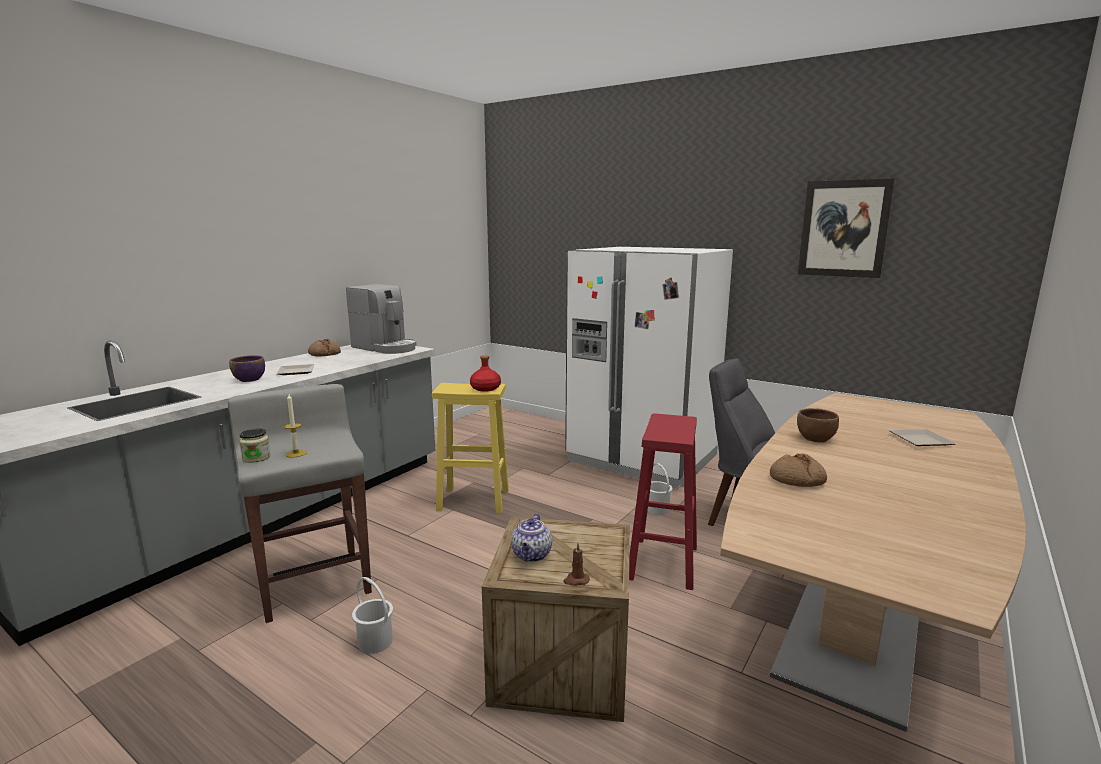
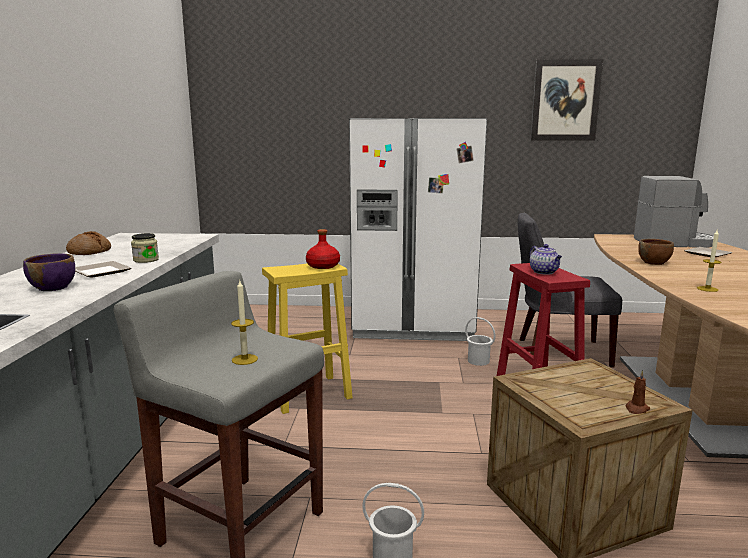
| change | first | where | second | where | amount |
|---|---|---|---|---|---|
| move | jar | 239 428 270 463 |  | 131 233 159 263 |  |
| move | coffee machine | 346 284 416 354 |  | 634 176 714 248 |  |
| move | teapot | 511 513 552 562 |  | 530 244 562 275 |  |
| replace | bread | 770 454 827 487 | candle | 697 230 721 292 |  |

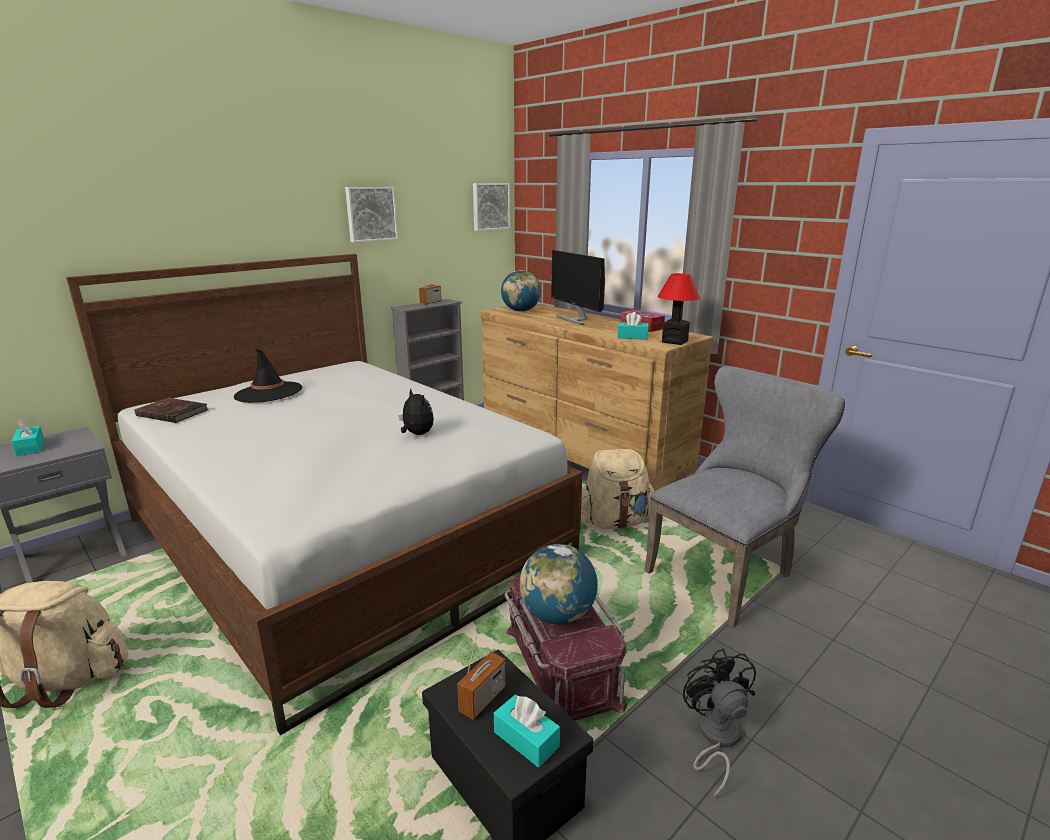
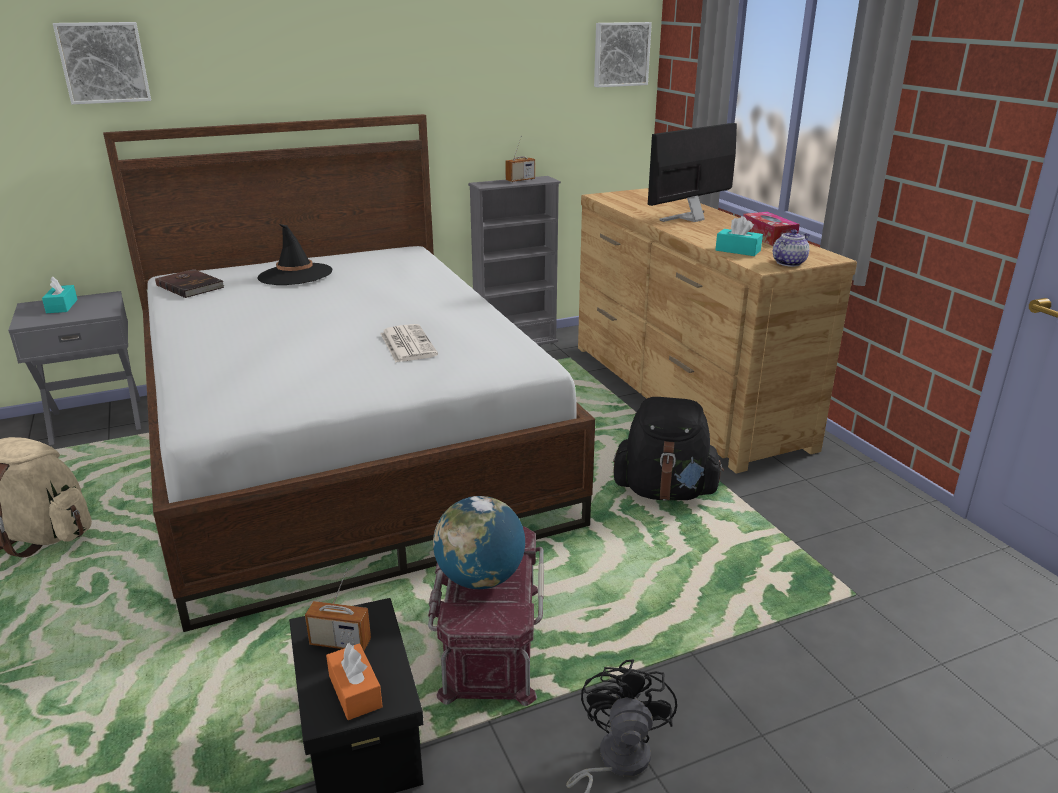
| change | first | where | second | where | amount |
|---|---|---|---|---|---|
| move | picture | 345 187 398 243 |  | 53 22 151 104 |  |
| replace | plush toy | 399 388 434 435 | newspaper | 380 324 438 363 |  |
| rotate | radio | 457 628 506 720 |  | 305 568 371 651 | 45 degrees clockwise |
| recolor | turquoise tissue box | 494 694 560 768 | orange tissue box | 326 643 383 720 |  |
| delete | globe | 501 270 541 312 |  |  |  |
| rotate | monitor | 551 250 605 325 |  | 648 123 737 222 | 60 degrees clockwise |
| recolor | beige backpack | 581 449 654 529 | black backpack | 613 397 724 501 |  |
| delete | grey chair | 644 366 845 627 |  |  |  |
| replace | table lamp | 658 273 700 345 | teapot | 773 229 810 267 |  |

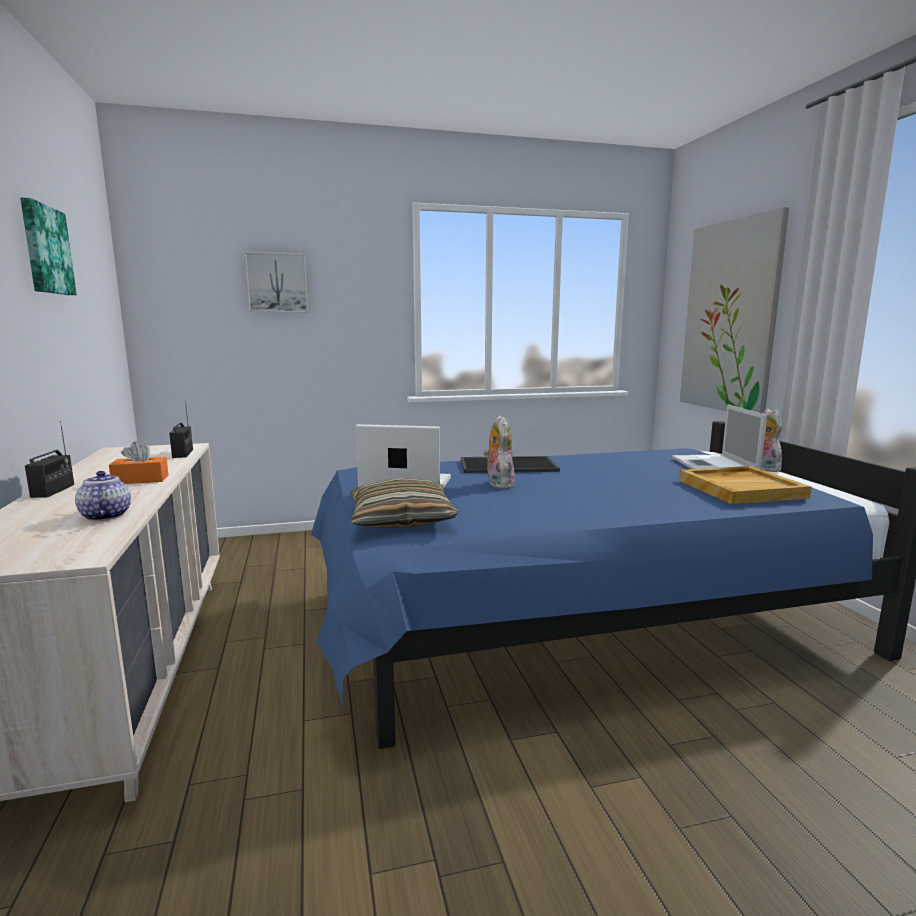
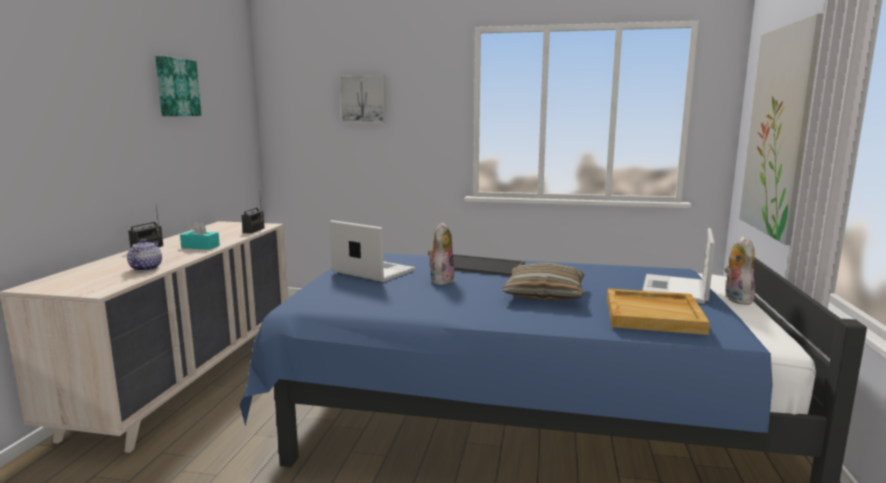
| change | first | where | second | where | amount |
|---|---|---|---|---|---|
| recolor | orange tissue box | 109 441 169 484 | turquoise tissue box | 180 220 220 250 |  |
| move | pillow | 350 478 458 528 |  | 502 263 584 301 |  |

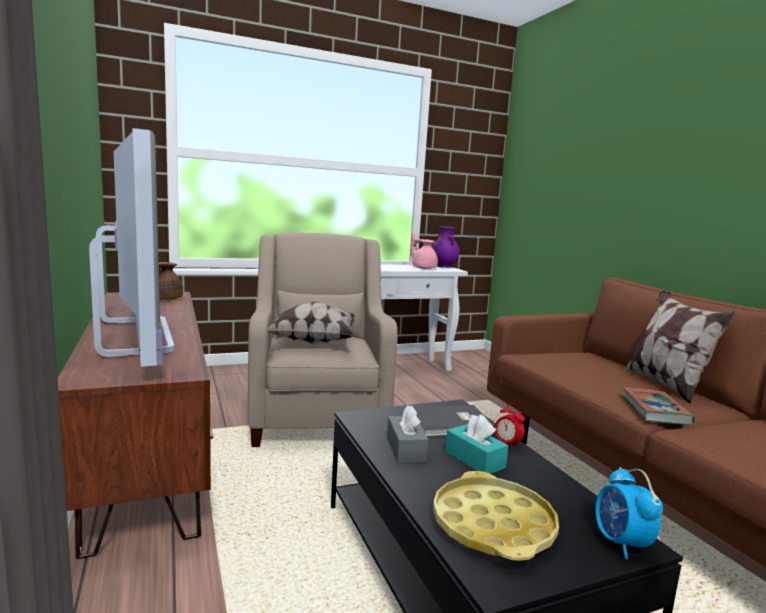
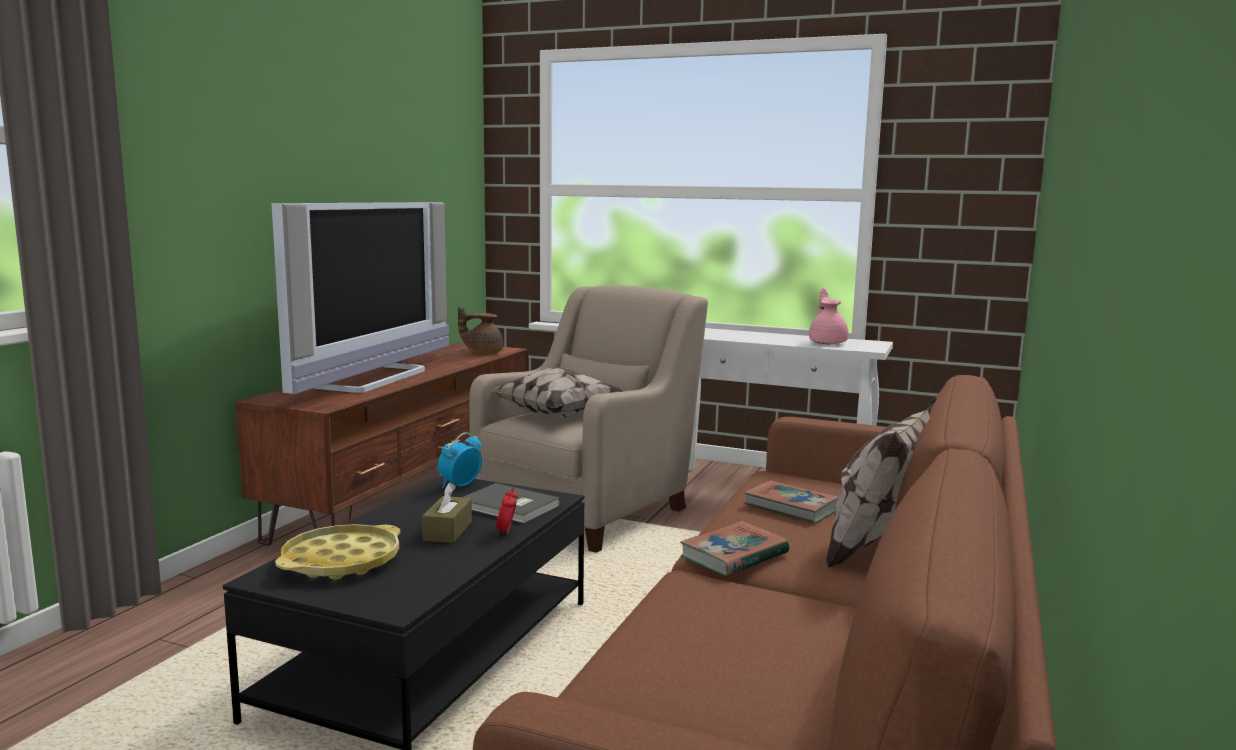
| change | first | where | second | where | amount |
|---|---|---|---|---|---|
| delete | grey tissue box | 387 405 429 463 |  |  |  |
| delete | purple vase | 432 226 460 268 |  |  |  |
| recolor | turquoise tissue box | 445 414 508 474 | brown tissue box | 422 483 472 543 |  |
| move | alarm clock | 595 467 663 559 |  | 438 432 482 488 |  |
| insert |  |  | book | 745 481 839 523 |  |

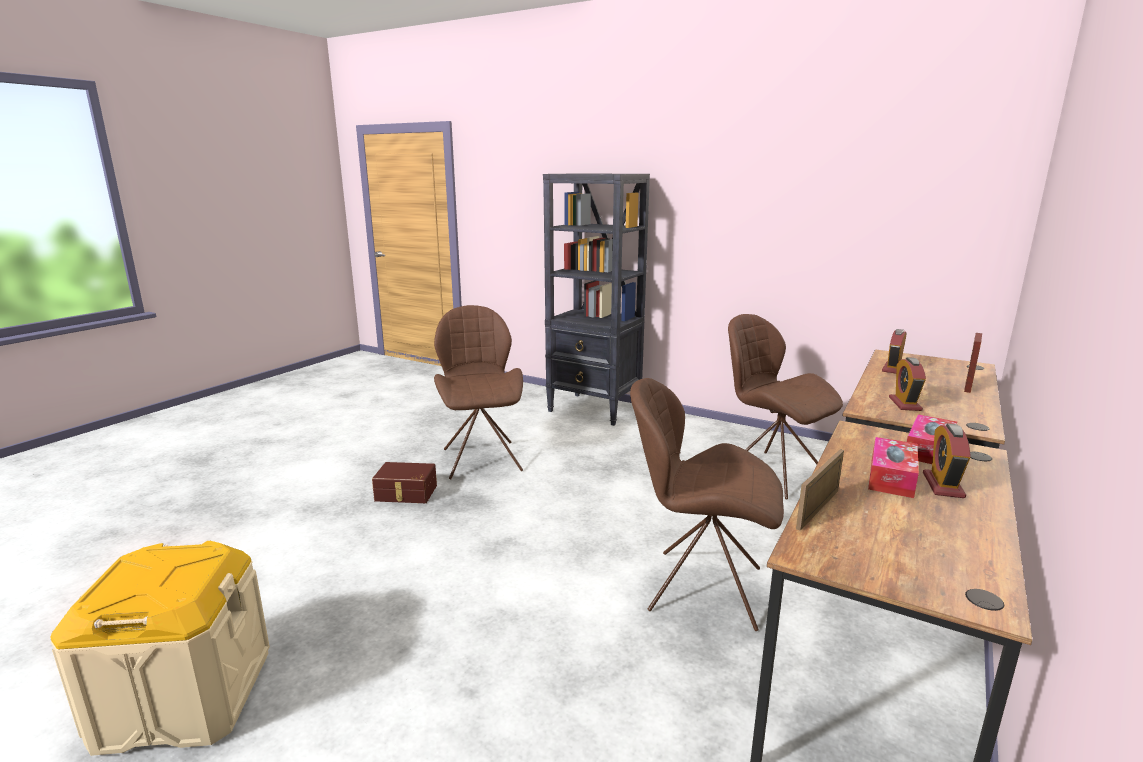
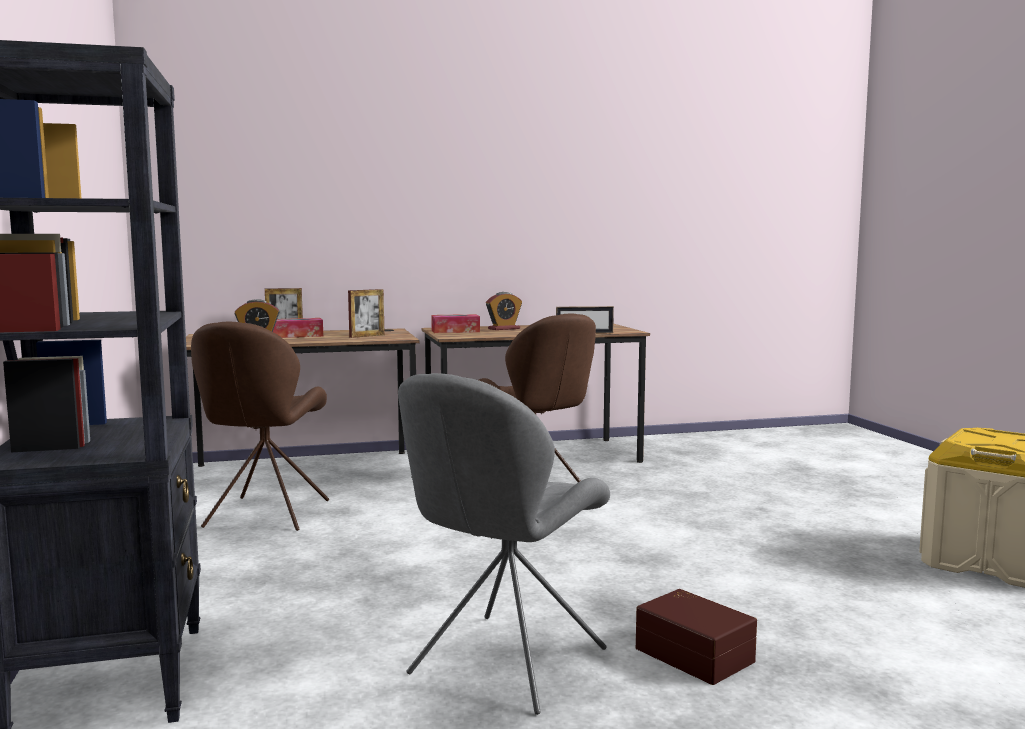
| change | first | where | second | where | amount |
|---|---|---|---|---|---|
| recolor | brown chair | 434 305 523 479 | grey chair | 398 373 610 715 |  |
| move | tissue box | 868 437 919 498 |  | 273 318 323 338 |  |
| replace | alarm clock | 889 357 926 411 | picture frame | 348 289 385 338 |  |

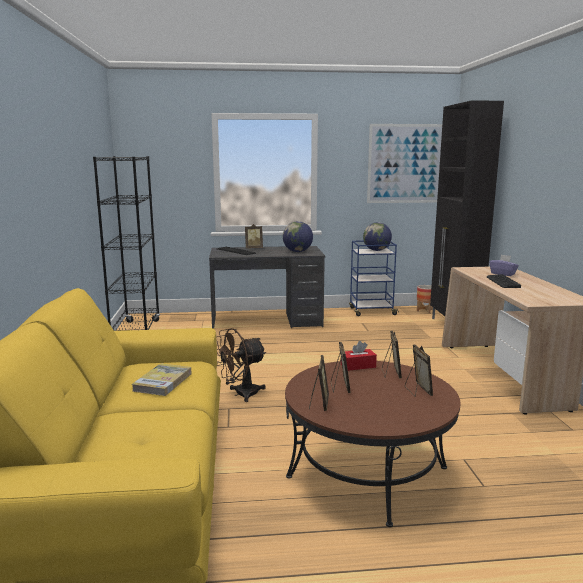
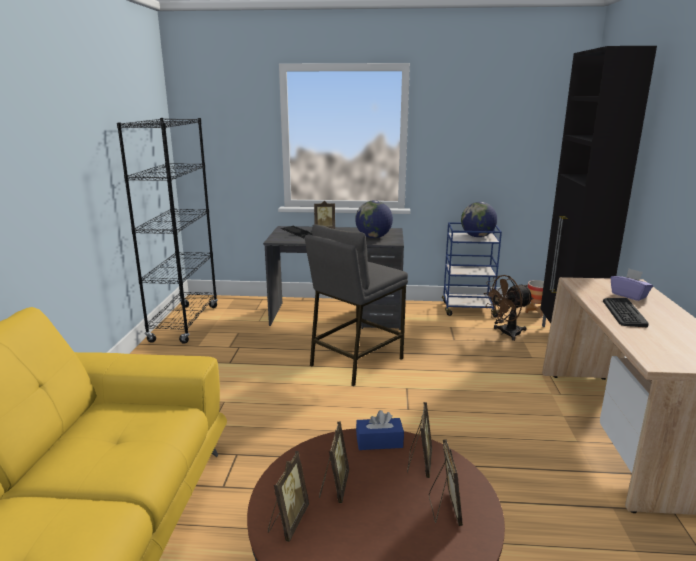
| change | first | where | second | where | amount |
|---|---|---|---|---|---|
| delete | book | 131 363 192 396 |  |  |  |
| move | brown fan | 216 328 266 402 |  | 483 275 534 341 |  |
| recolor | red tissue box | 341 341 377 371 | blue tissue box | 356 410 404 450 |  |
| delete | picture | 367 124 442 203 |  |  |  |
| insert |  |  | grey stool | 305 224 408 386 |  |

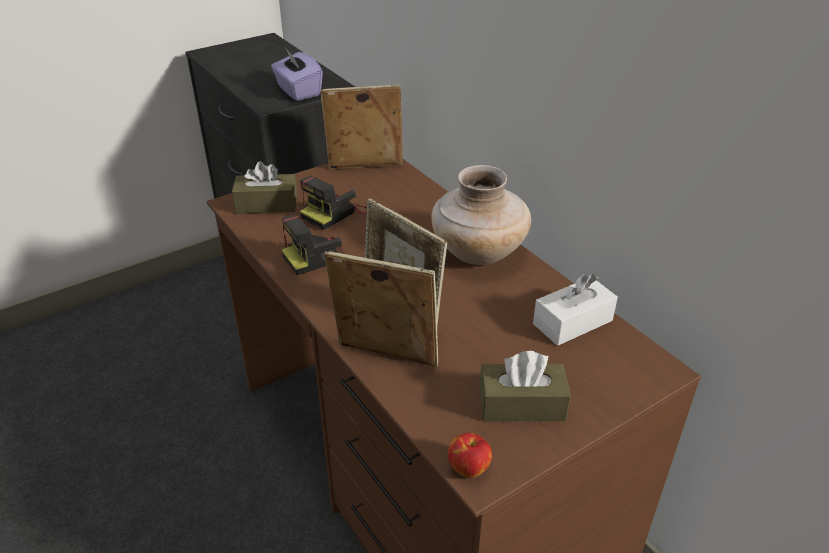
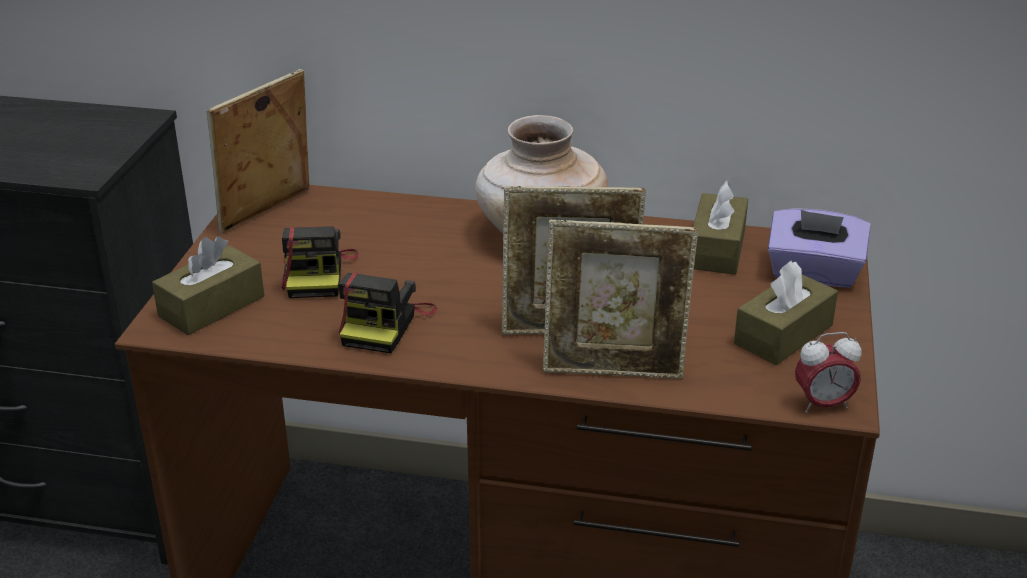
| change | first | where | second | where | amount |
|---|---|---|---|---|---|
| move | purple tissue box | 271 49 323 101 |  | 768 208 871 288 |  |
| rotate | picture frame | 324 251 438 367 |  | 543 219 698 379 | 150 degrees counterclockwise |
| replace | apple | 448 433 492 478 | alarm clock | 795 332 862 413 |  |
| recolor | white tissue box | 533 274 618 346 | brown tissue box | 693 181 748 275 |  |

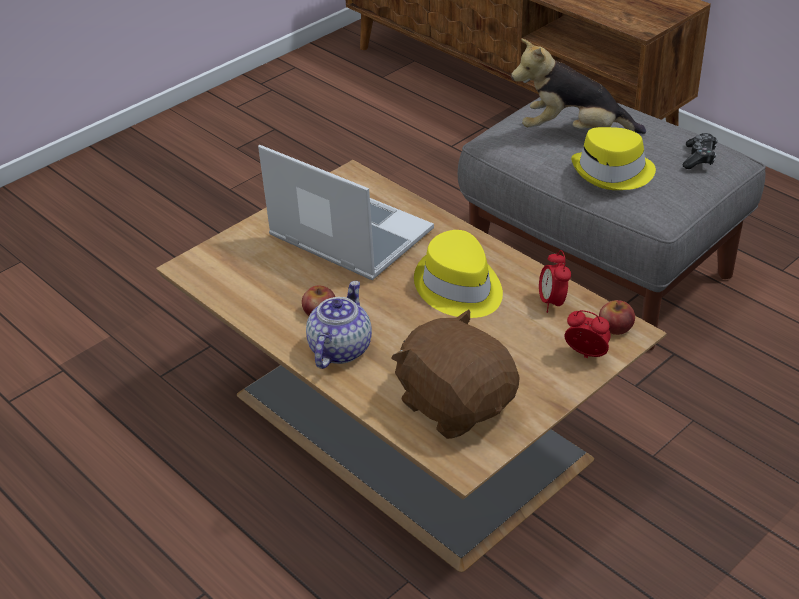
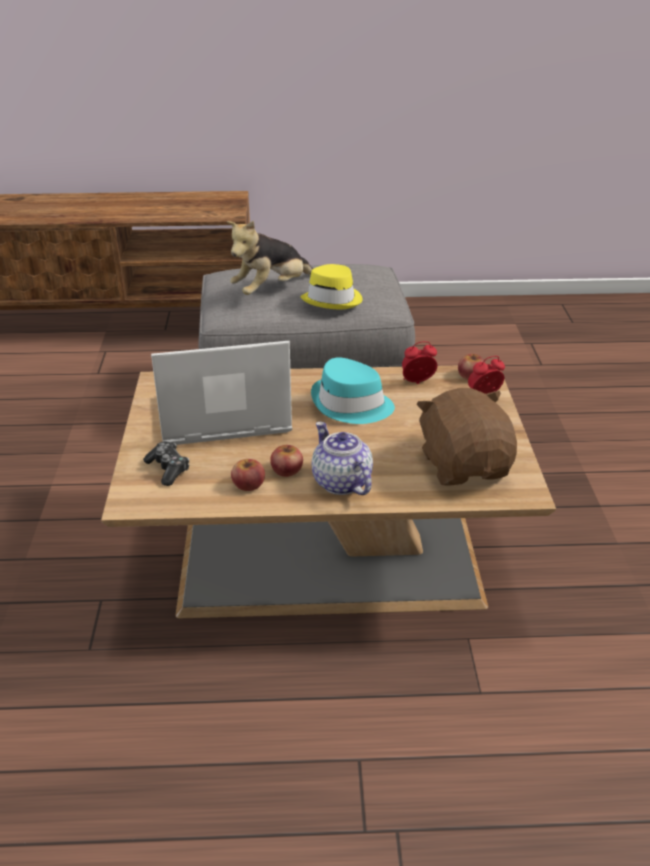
| change | first | where | second | where | amount |
|---|---|---|---|---|---|
| rotate | brown plush toy | 391 309 520 439 |  | 416 388 517 486 | 75 degrees clockwise |
| recolor | yellow hat | 414 230 503 318 | turquoise hat | 311 357 395 424 |  |
| rotate | alarm clock | 539 250 571 313 |  | 402 341 437 384 | 135 degrees clockwise |
| move | game controller | 683 133 718 169 |  | 143 441 189 486 |  |
| insert |  |  | apple | 231 459 265 491 |  |

